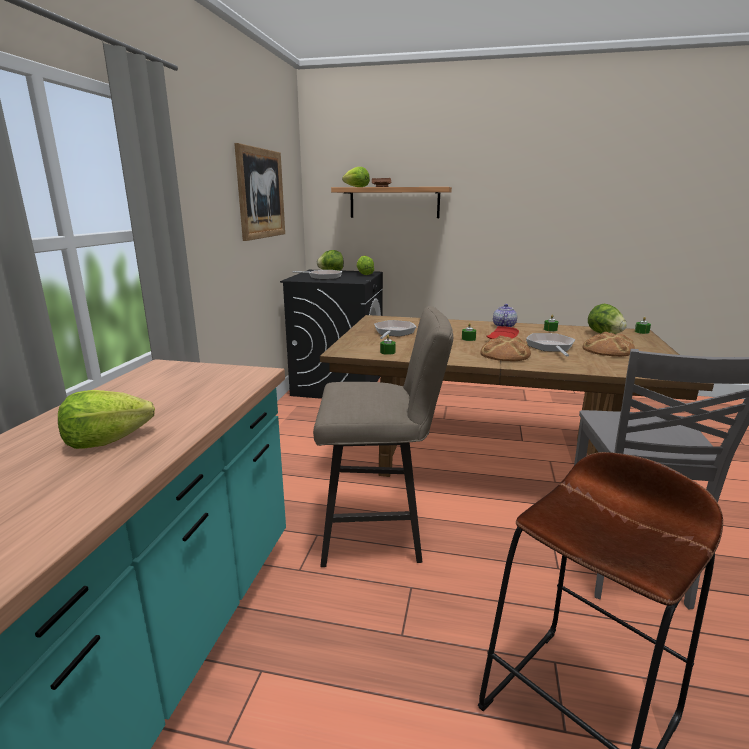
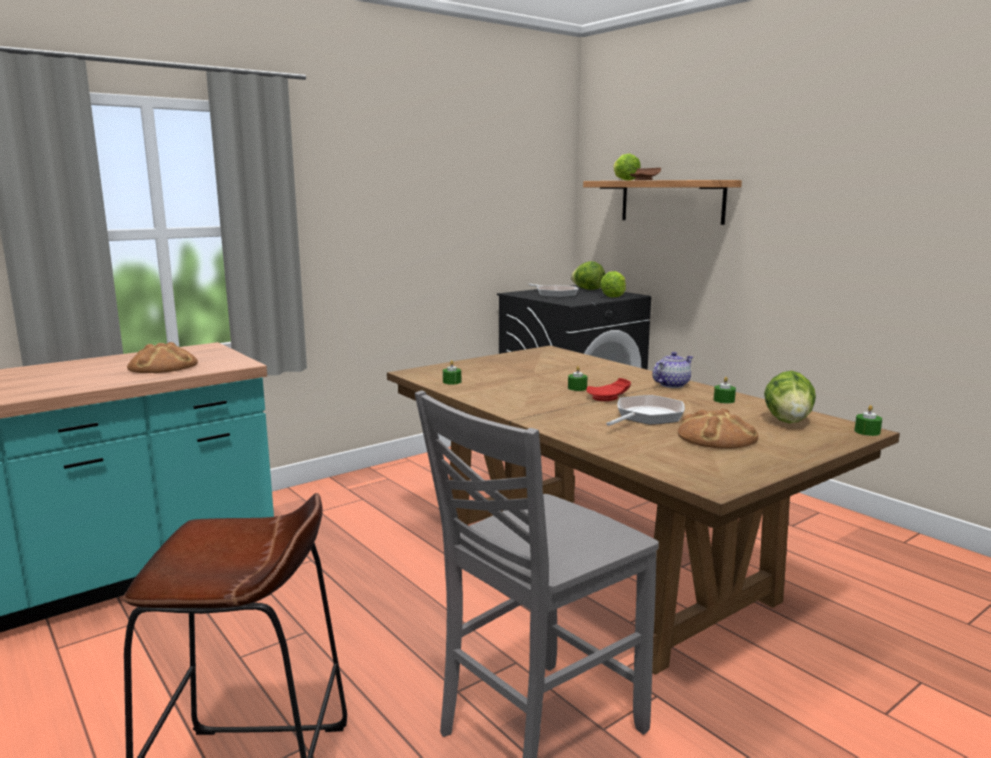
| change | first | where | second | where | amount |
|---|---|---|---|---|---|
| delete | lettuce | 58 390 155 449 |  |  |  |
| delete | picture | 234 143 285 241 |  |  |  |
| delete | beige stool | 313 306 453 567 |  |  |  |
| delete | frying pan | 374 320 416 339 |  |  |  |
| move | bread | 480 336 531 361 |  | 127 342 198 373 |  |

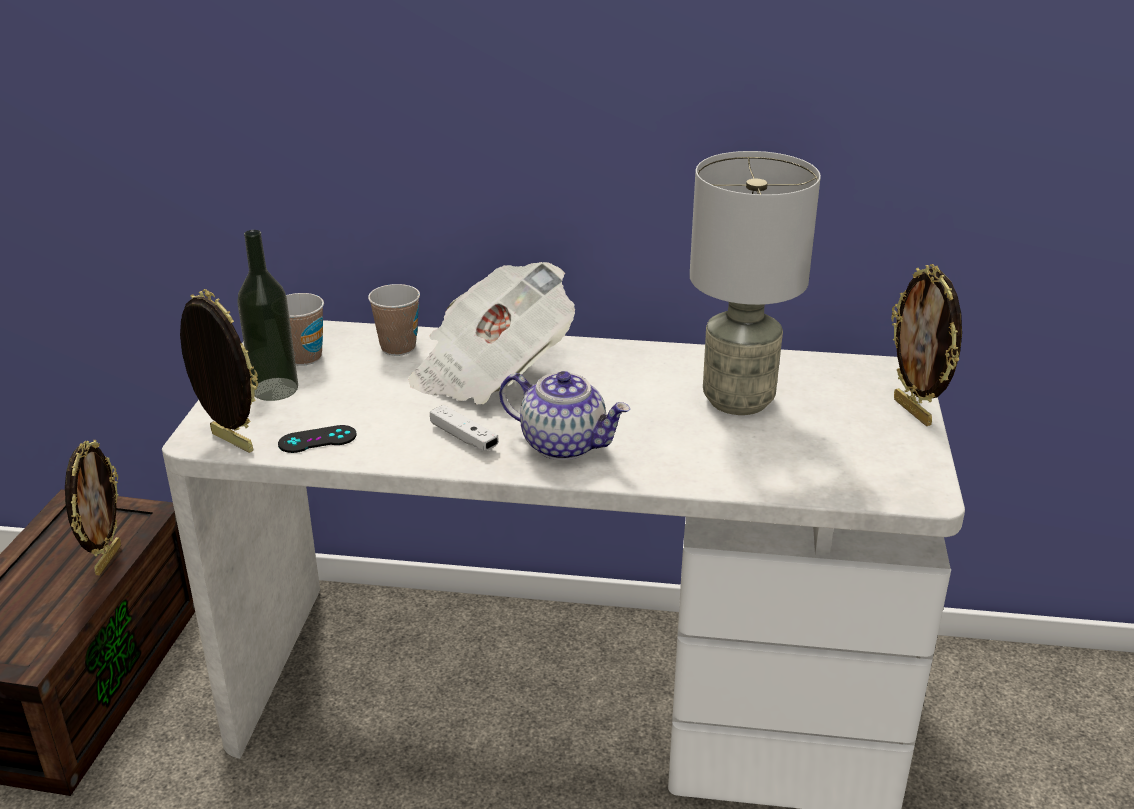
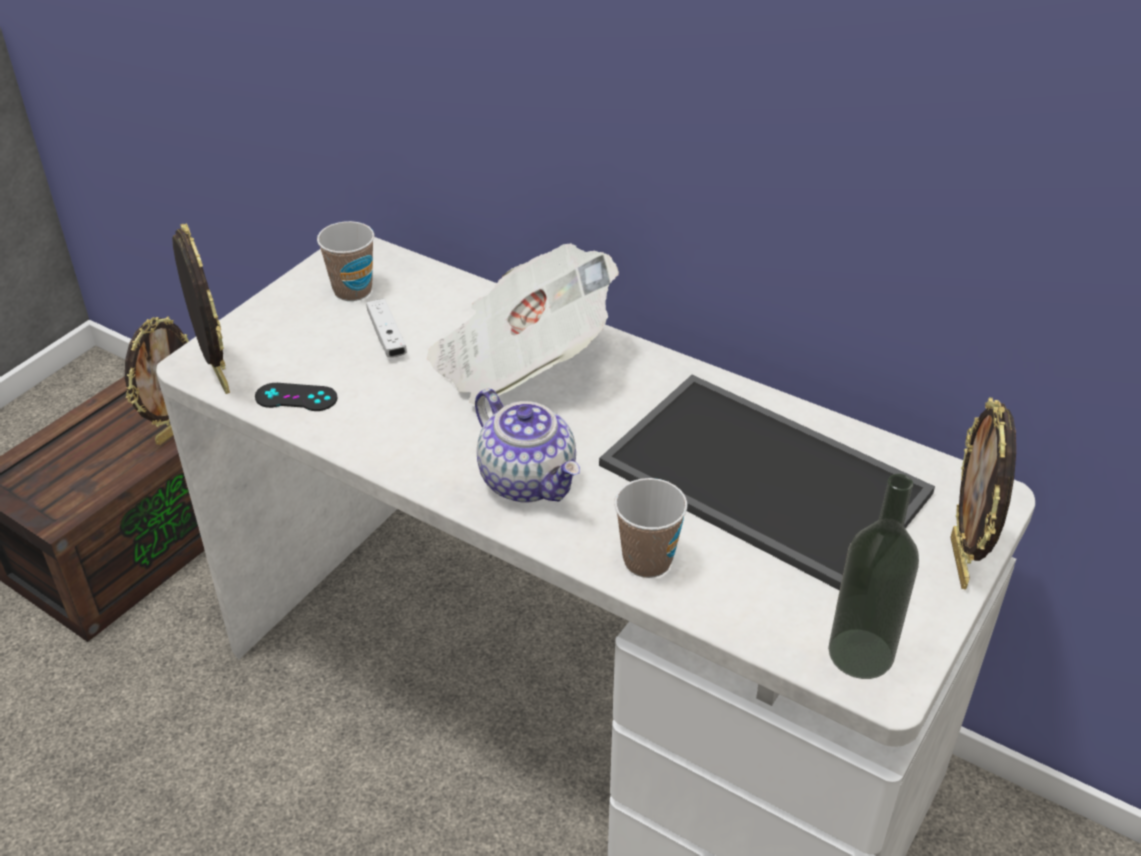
| change | first | where | second | where | amount |
|---|---|---|---|---|---|
| move | bottle | 237 230 298 401 |  | 828 474 919 679 |  |
| move | cup | 368 284 420 356 |  | 614 478 688 578 |  |
| move | white game controller | 430 405 499 451 |  | 366 299 407 358 |  |
| replace | grey table lamp | 690 151 821 415 | tray | 599 375 935 591 |  |

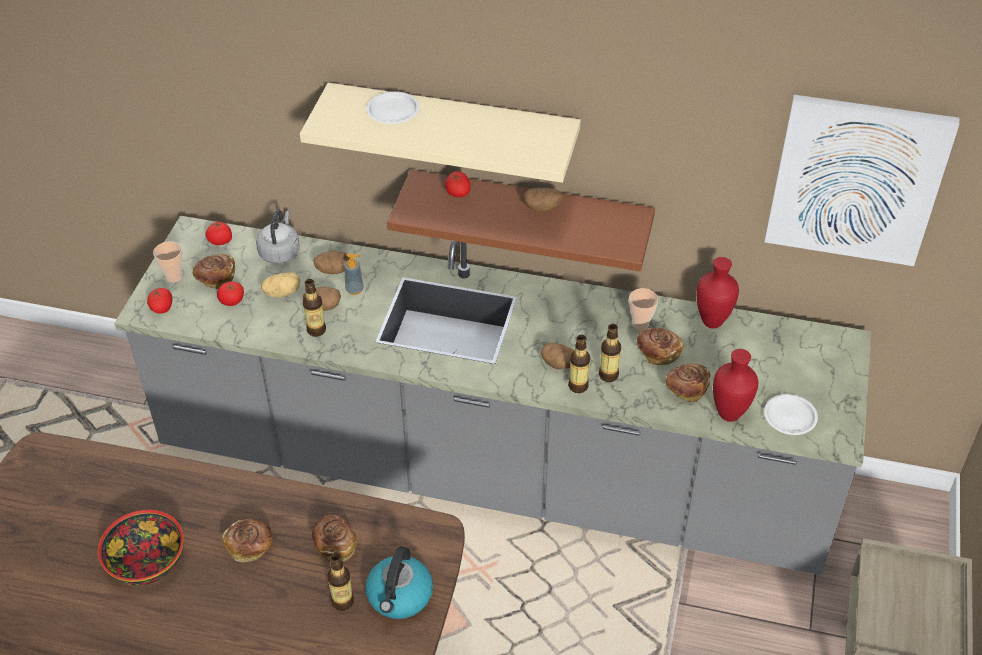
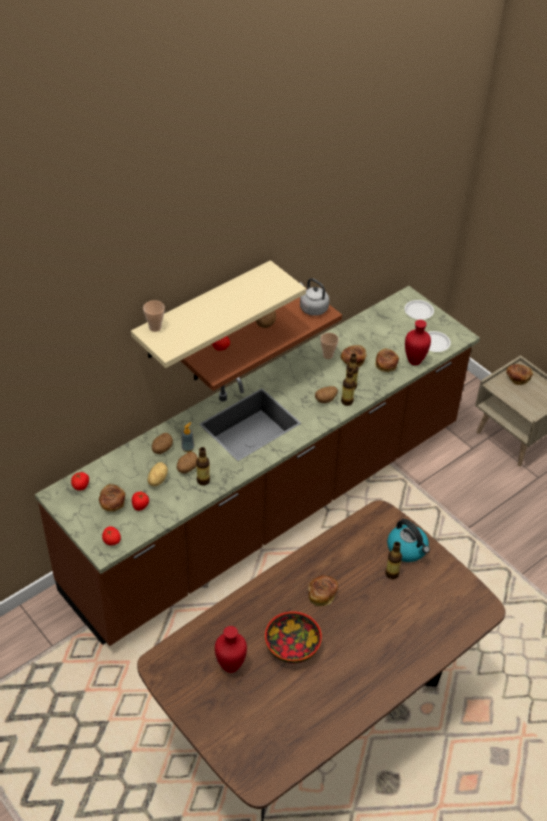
| change | first | where | second | where | amount |
|---|---|---|---|---|---|
| recolor | grey counter | 114 216 871 575 | brown counter | 35 286 480 646 |  |
| move | cup | 153 241 182 282 |  | 143 300 165 332 |  |
| move | grey kettle | 256 209 300 264 |  | 300 278 329 316 |  |
| move | bread | 312 515 357 562 |  | 506 364 533 385 |  |
| move | white plate | 366 91 420 124 |  | 404 300 434 320 |  |
| move | red vase | 697 257 739 329 |  | 215 626 247 673 |  |
| delete | picture | 765 94 960 266 |  |  |  |

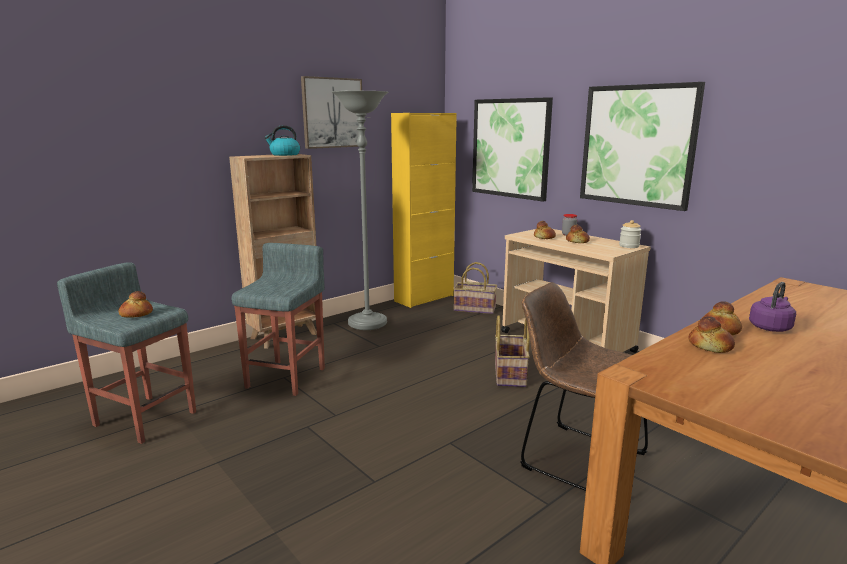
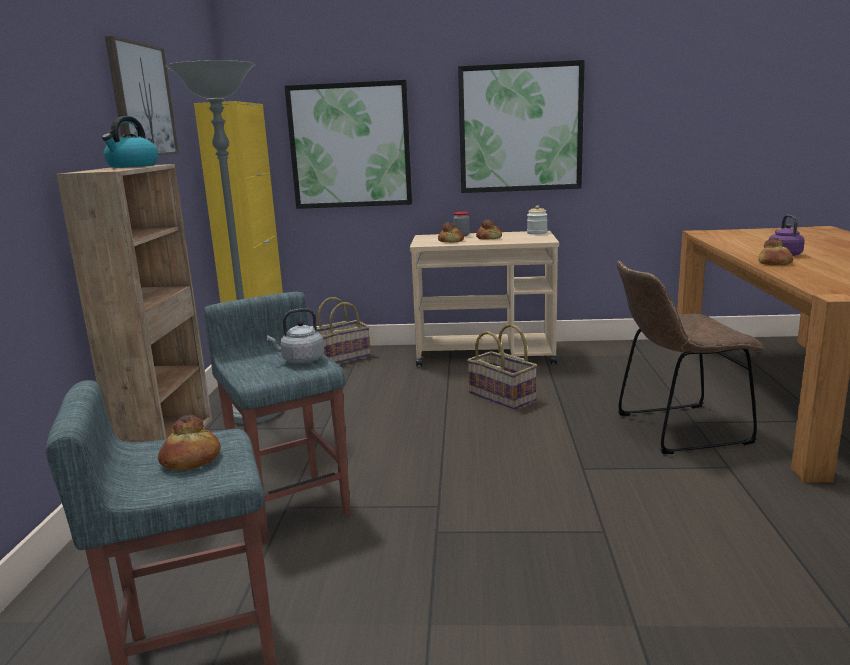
| change | first | where | second | where | amount |
|---|---|---|---|---|---|
| delete | bread | 688 316 735 353 |  |  |  |
| insert |  |  | grey kettle | 267 308 324 363 |  |

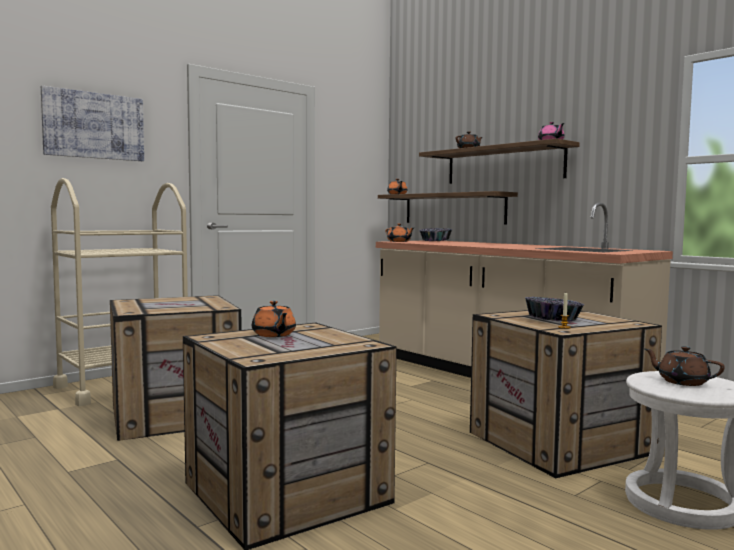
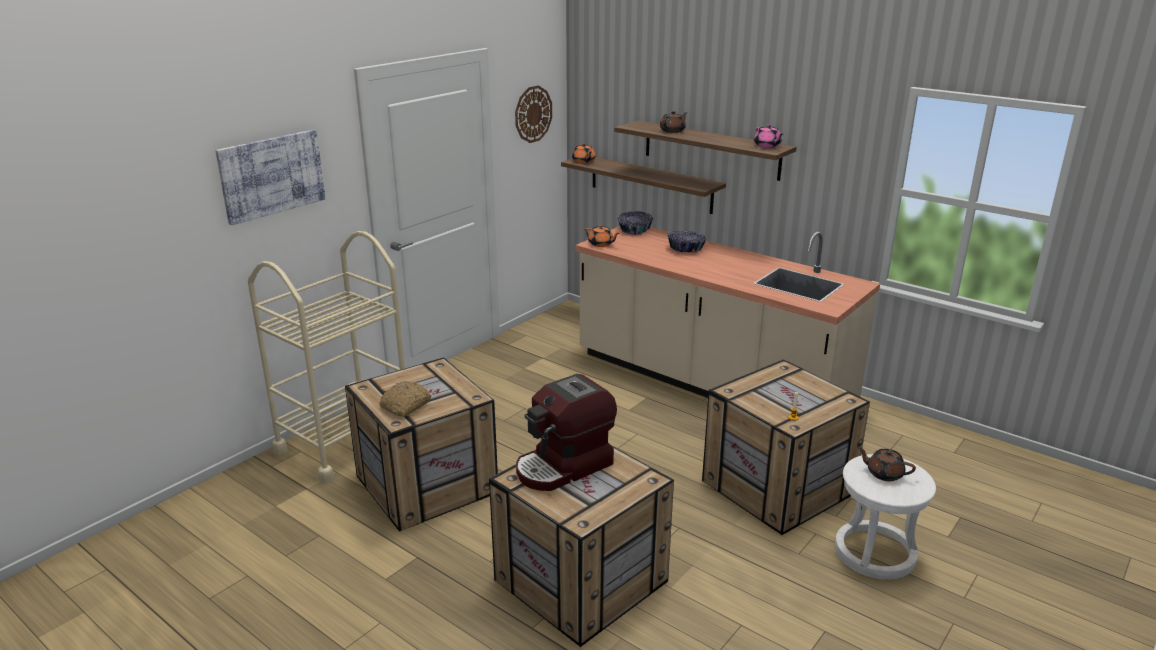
| change | first | where | second | where | amount |
|---|---|---|---|---|---|
| replace | orange teapot | 252 301 296 337 | coffee machine | 516 374 617 491 |  |
| move | bowl | 525 297 585 321 |  | 667 231 707 253 |  |
| insert |  |  | bread | 379 381 431 417 |  |
| insert |  |  | wall clock | 515 85 552 143 |  |

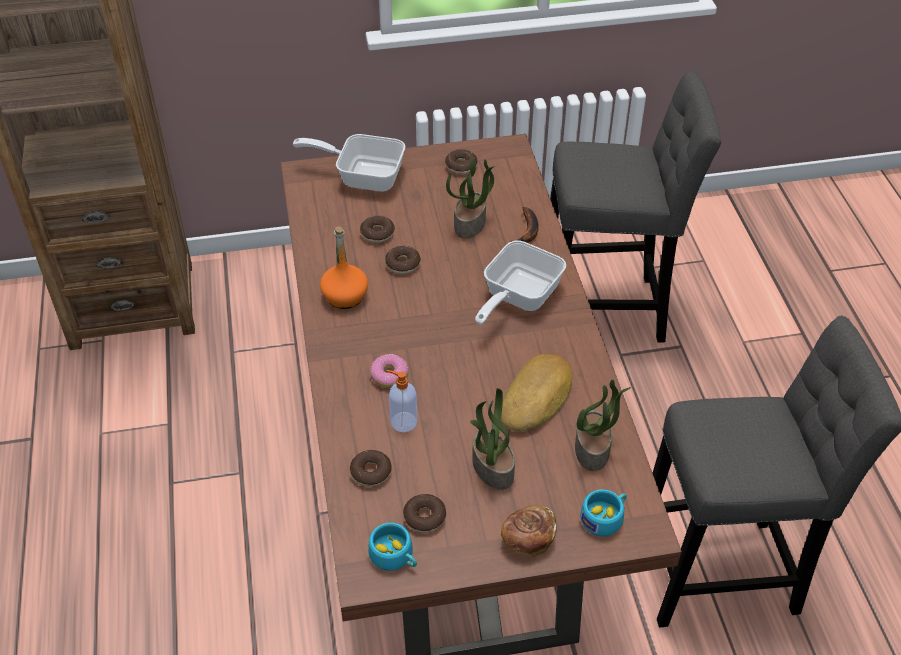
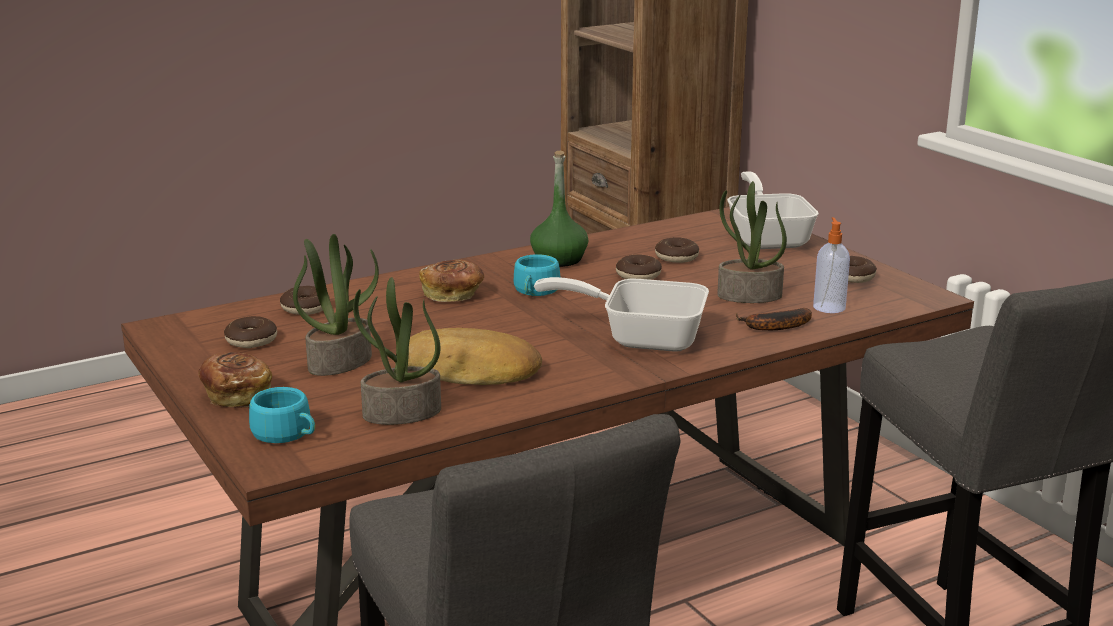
| change | first | where | second | where | amount |
|---|---|---|---|---|---|
| recolor | orange bottle | 320 226 368 309 | green bottle | 530 151 588 267 |  |
| move | turquoise cup | 368 523 417 571 |  | 514 254 560 296 |  |
| replace | donut | 370 354 409 388 | bread | 419 260 484 302 |  |
| move | soap dispenser | 386 370 417 432 |  | 813 217 850 313 |  |

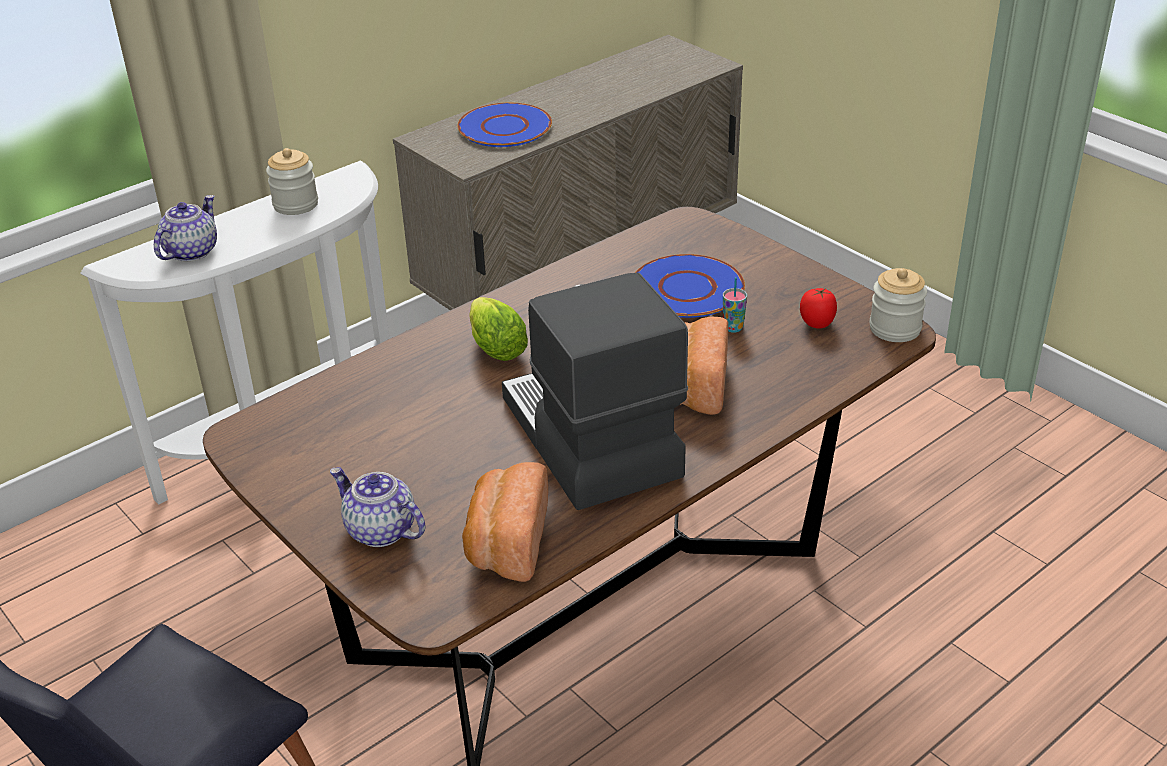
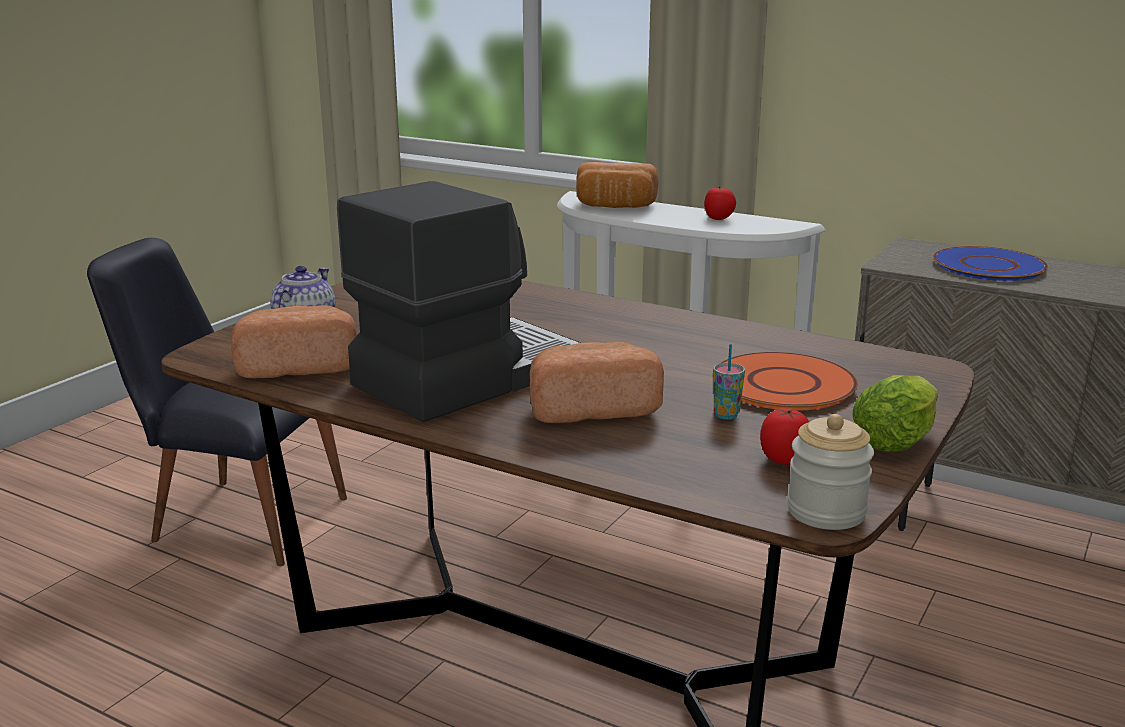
| change | first | where | second | where | amount |
|---|---|---|---|---|---|
| replace | teapot | 154 195 217 262 | bread | 576 162 659 208 |  |
| replace | jar | 266 148 318 215 | tomato | 704 187 736 220 |  |
| move | lettuce | 469 297 528 361 |  | 852 376 938 452 |  |
| recolor | blue plate | 635 254 745 318 | orange plate | 721 352 858 411 |  |

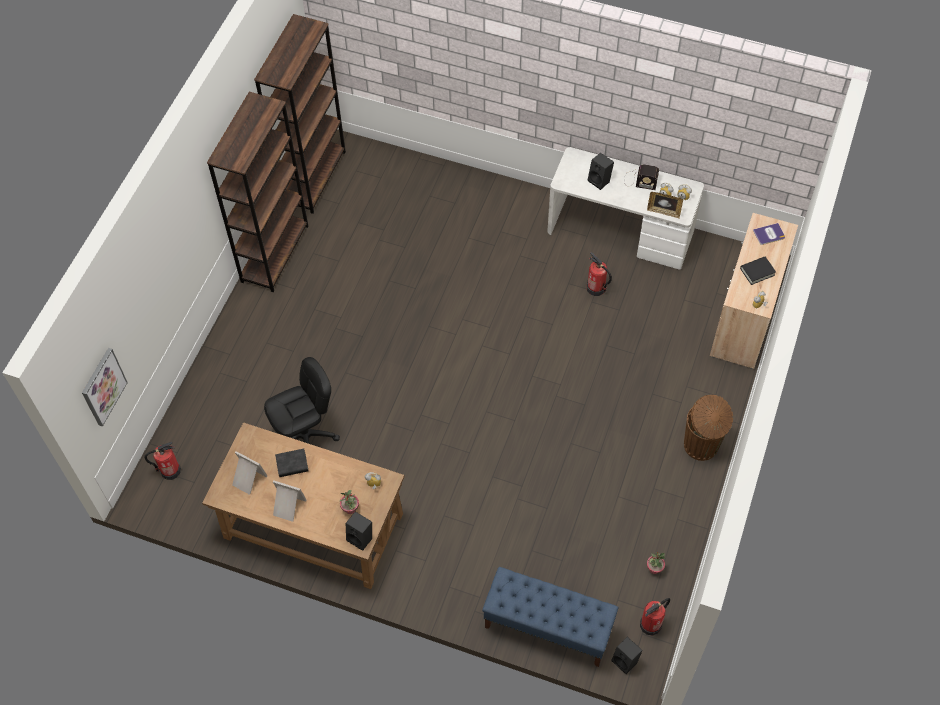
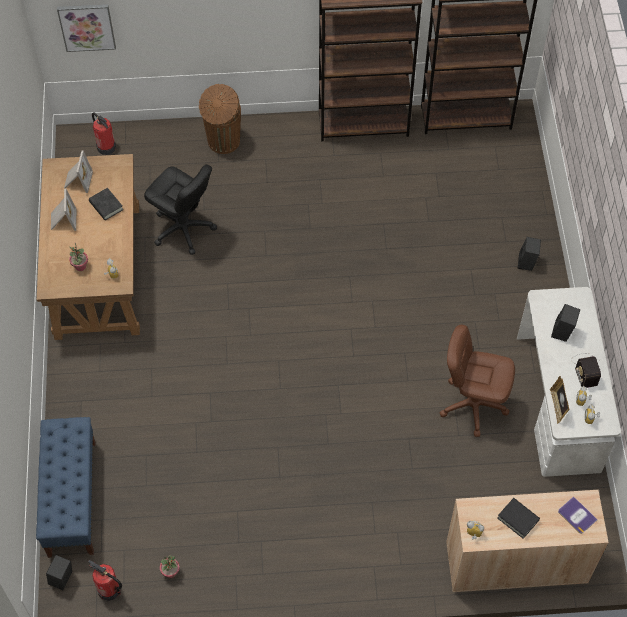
| change | first | where | second | where | amount |
|---|---|---|---|---|---|
| move | black speaker | 346 512 372 551 |  | 518 237 541 271 |  |
| replace | fire extinguisher | 587 252 612 296 | brown office chair | 440 325 515 437 |  |
| move | brown trash can | 684 395 733 461 |  | 199 84 241 154 |  |

